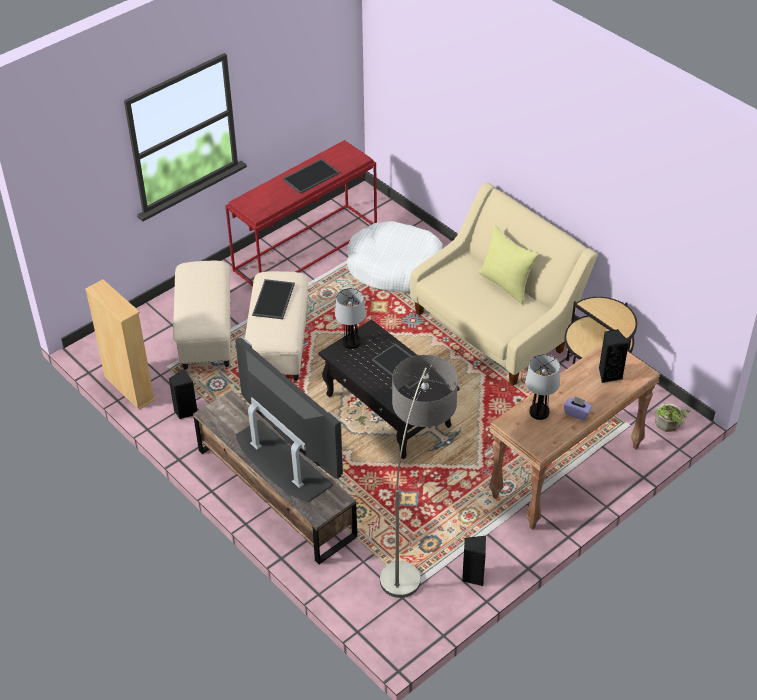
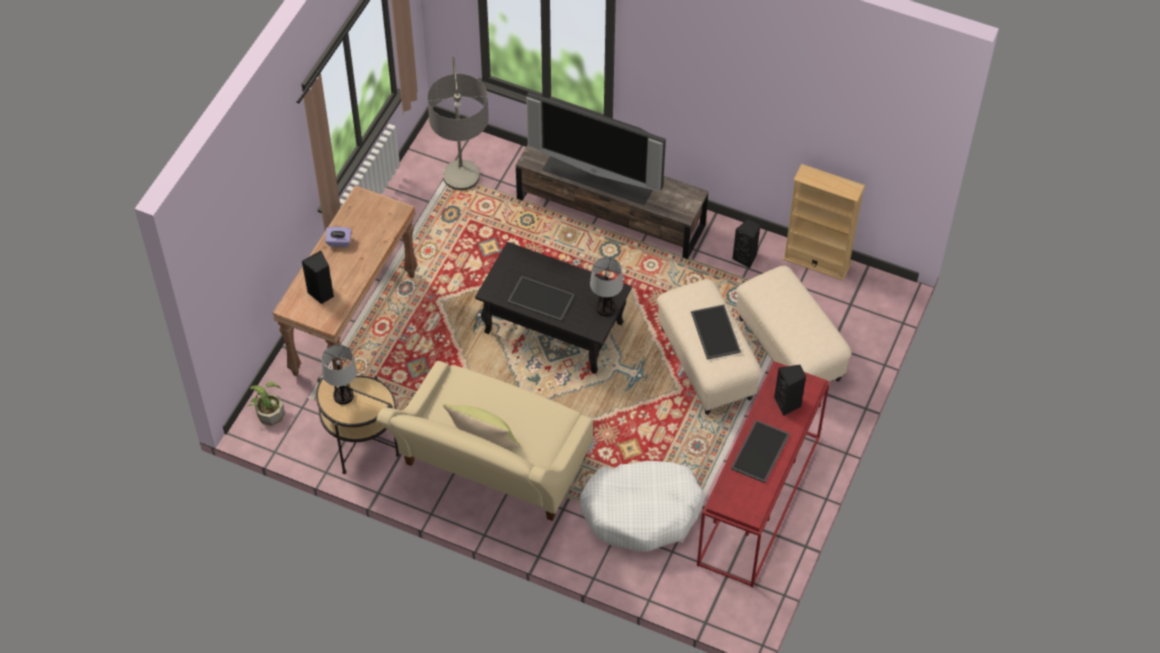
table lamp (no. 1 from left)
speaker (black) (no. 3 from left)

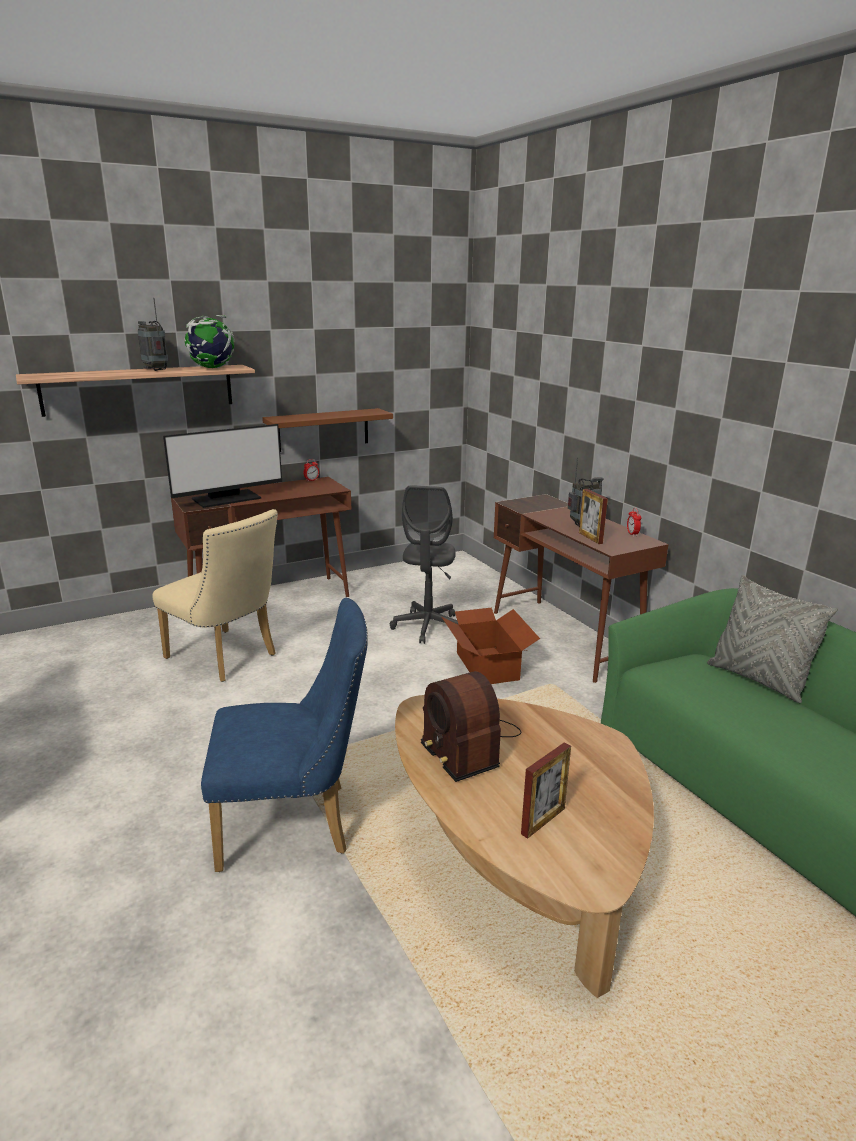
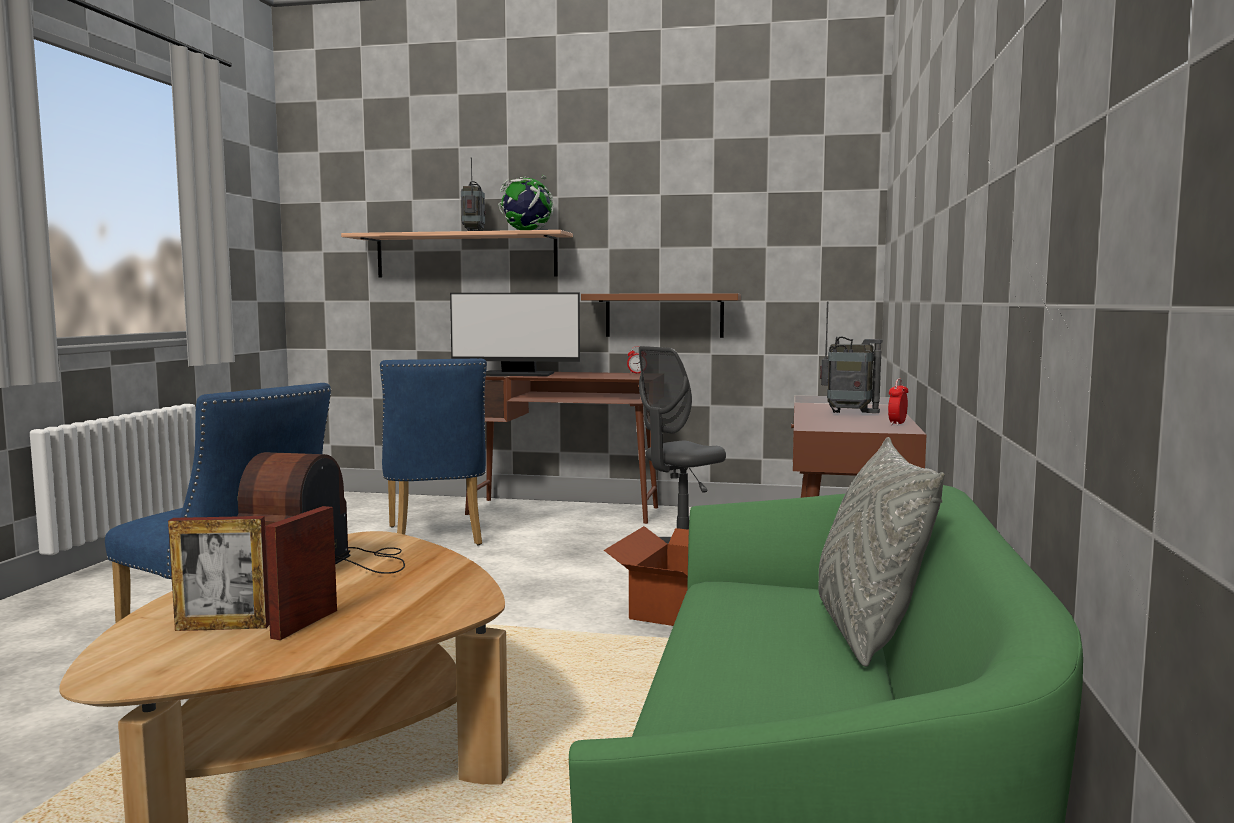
picture frame (no. 2 from left)
chair (blue) (no. 2 from left)

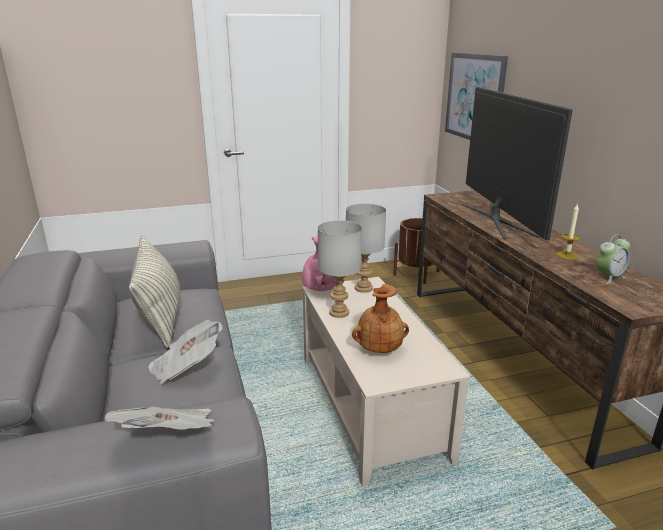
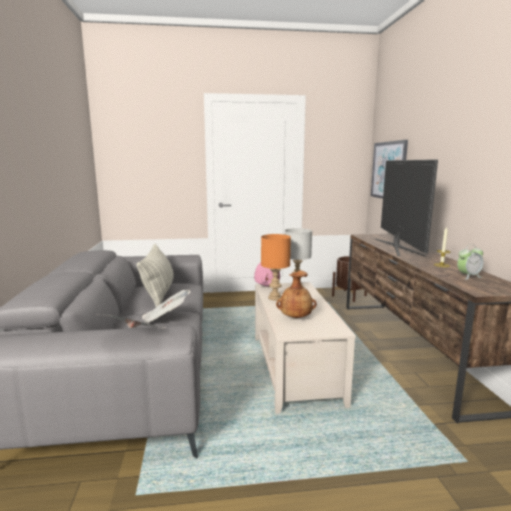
table lamp (orange)

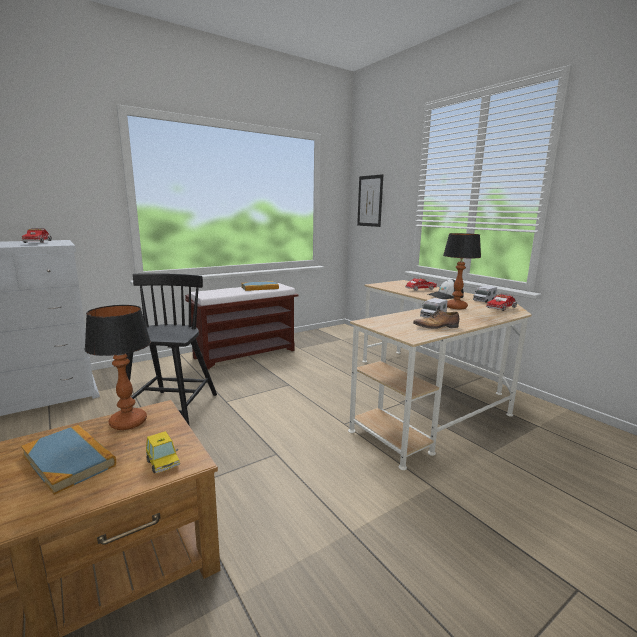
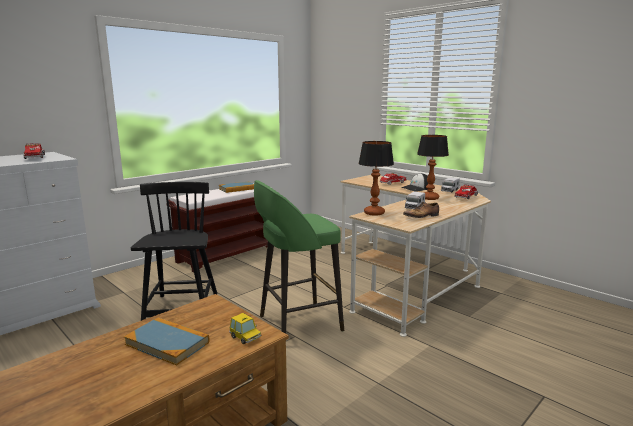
picture
table lamp (no. 1 from left)
stool (green)

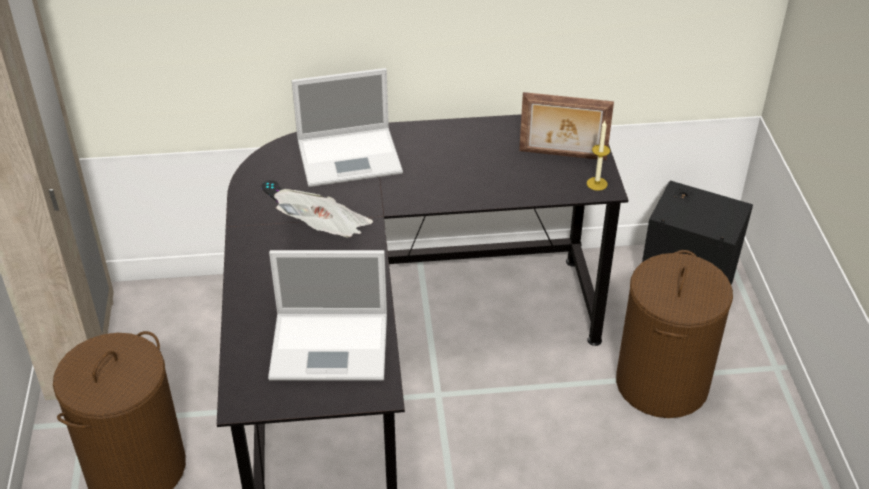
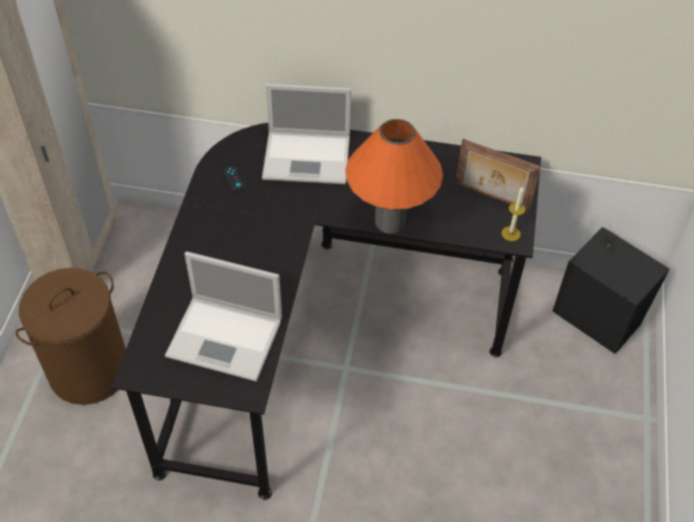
newspaper
laundry basket (brown) (no. 2 from left in the first image)
table lamp (orange)

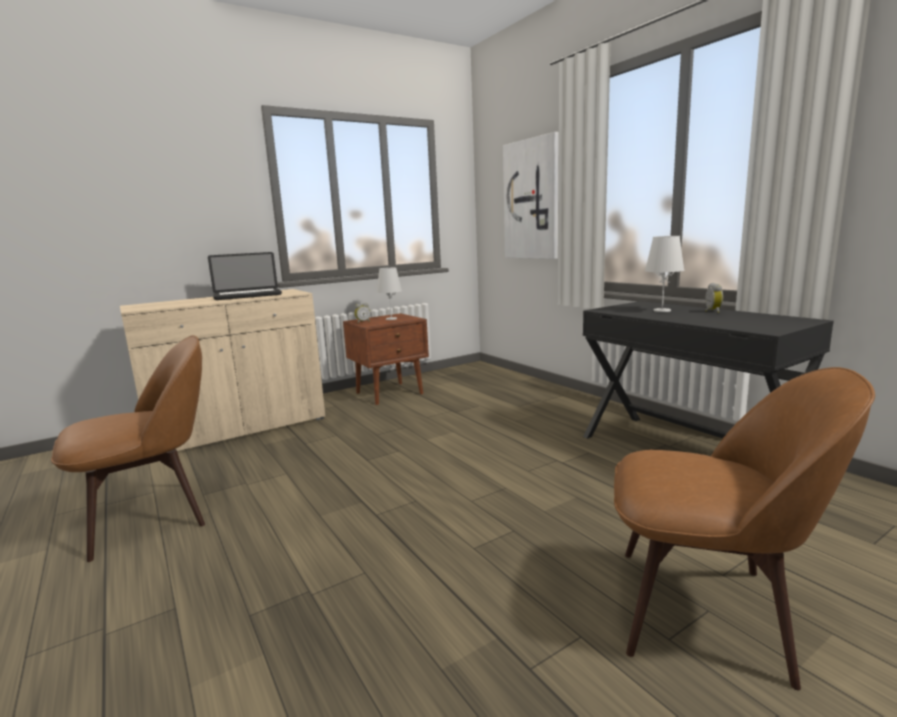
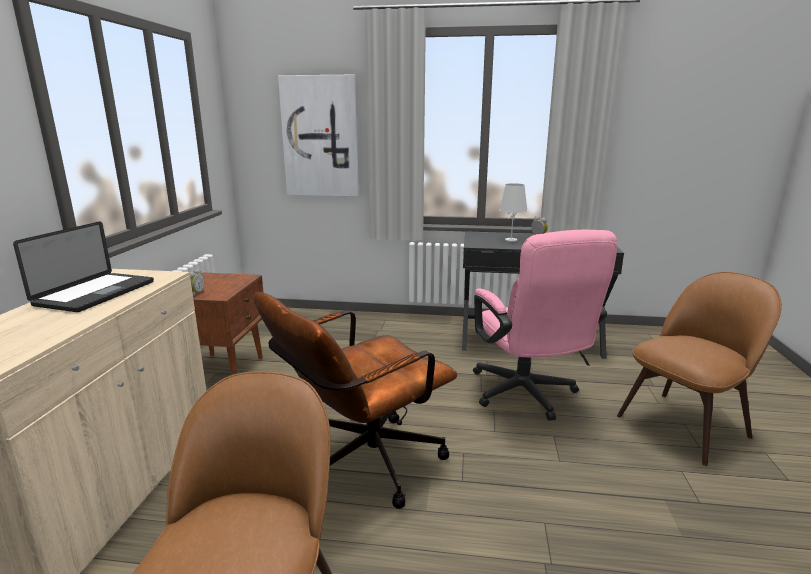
table lamp (white) (no. 1 from left in the first image)
office chair (pink)
office chair (brown)

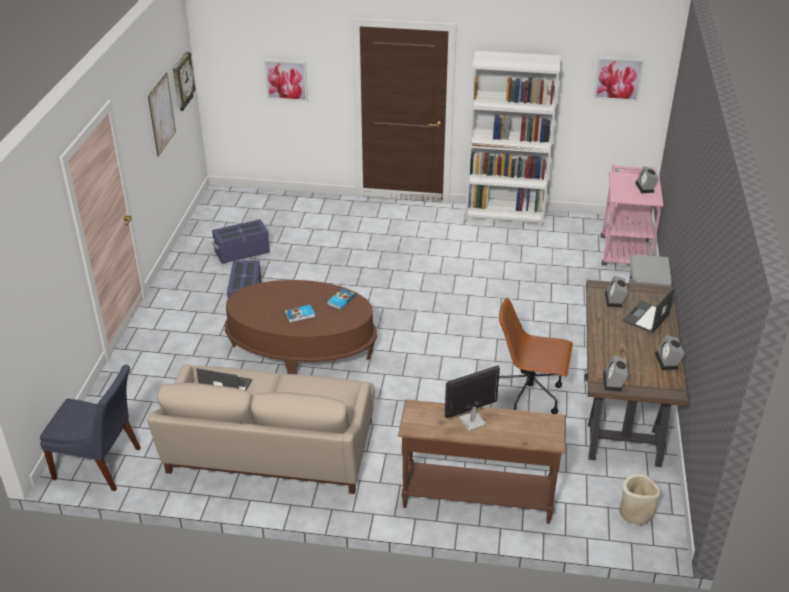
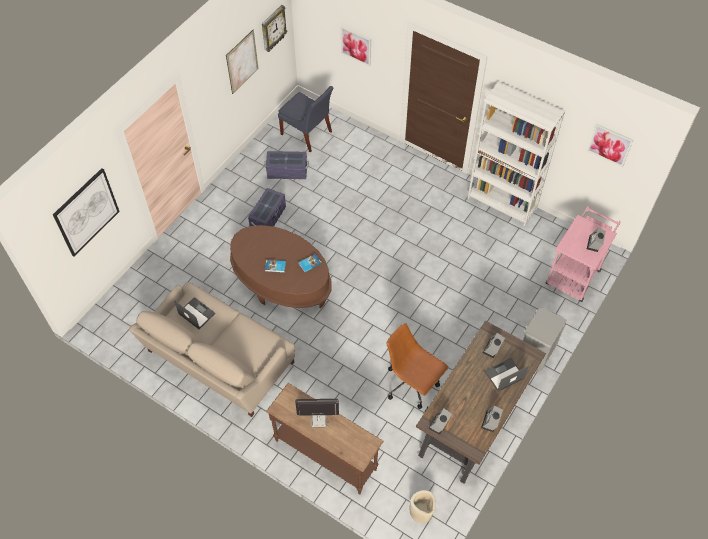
chair (blue)
picture (no. 1 from left)

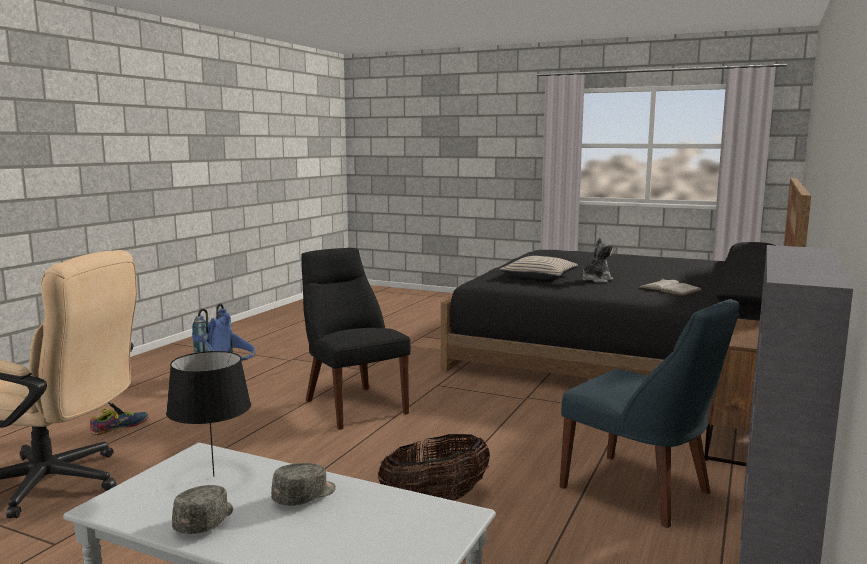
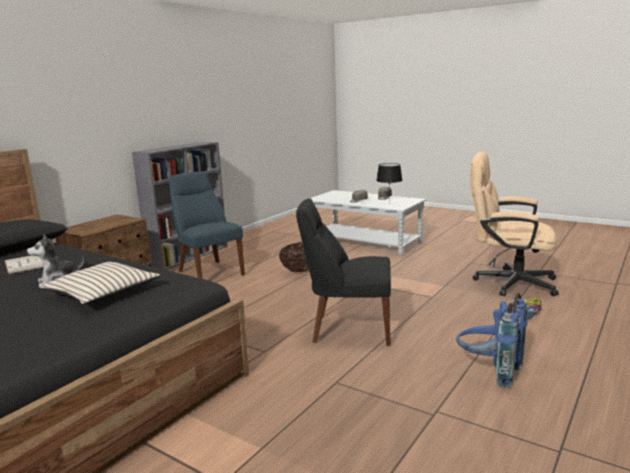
chair (black)

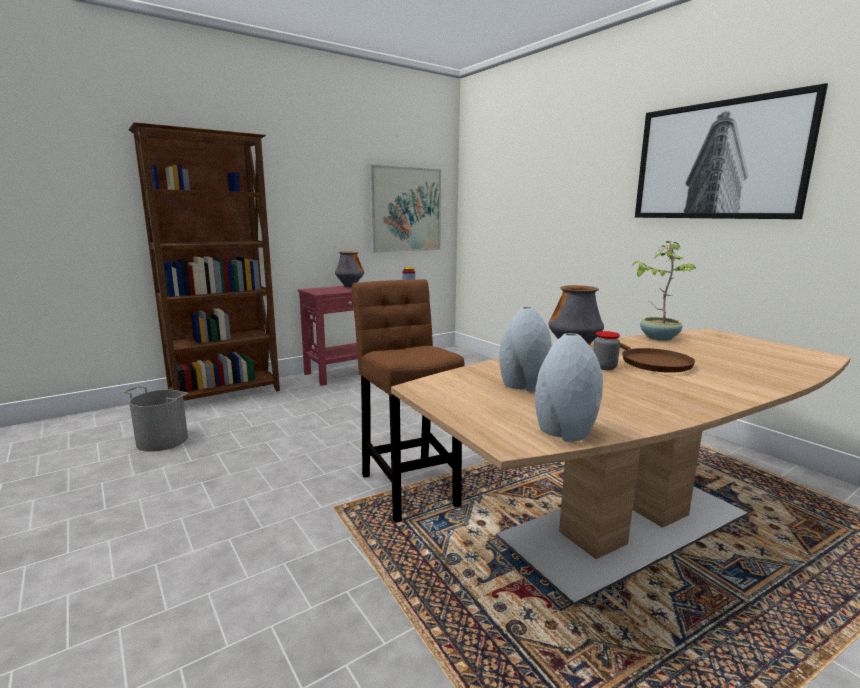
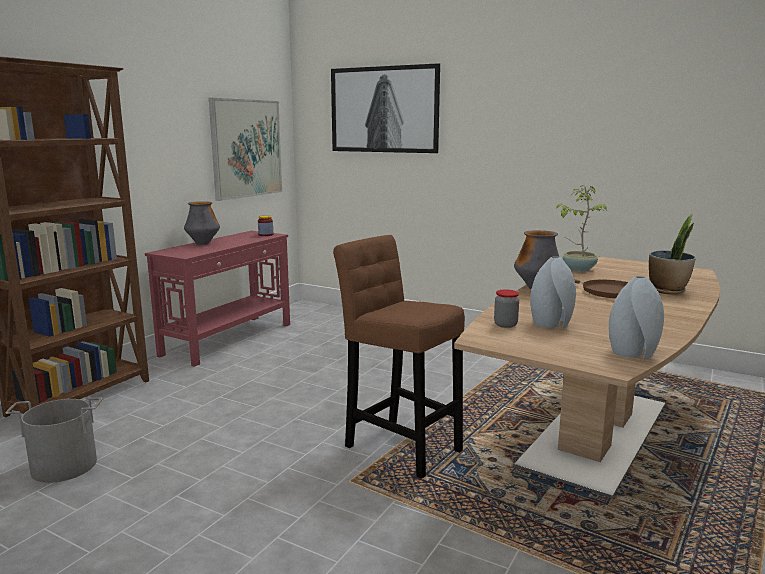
picture (no. 2 from left)
jar (no. 2 from left)
potted plant (no. 2 from left)

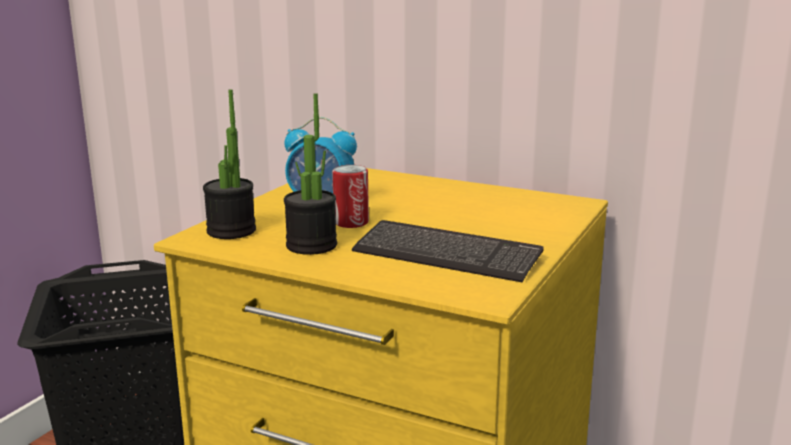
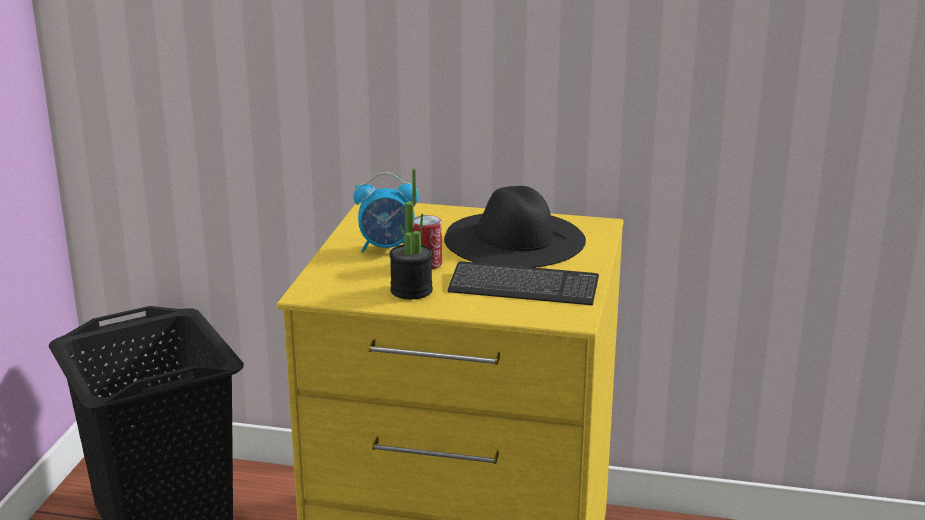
potted plant (no. 1 from left in the first image)
hat (black)

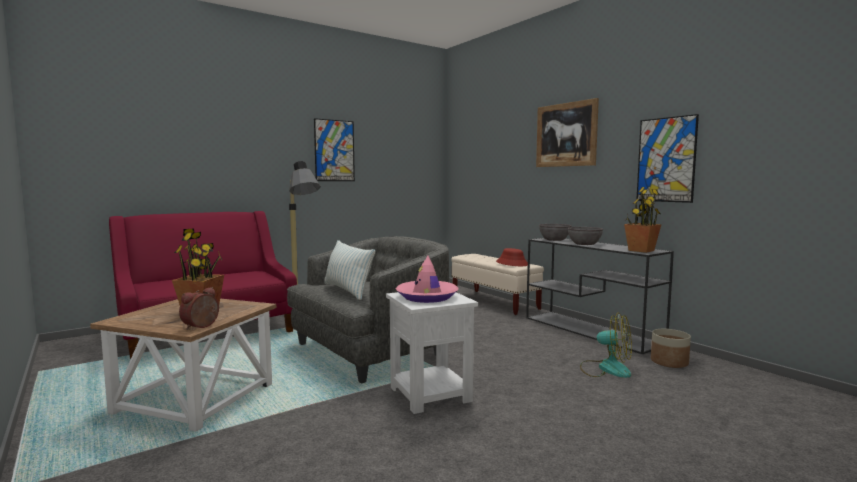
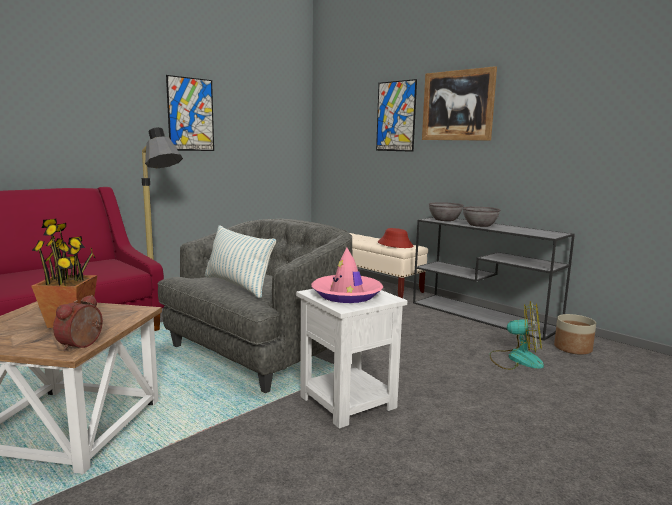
picture (no. 2 from left)
potted plant (no. 2 from left in the first image)

